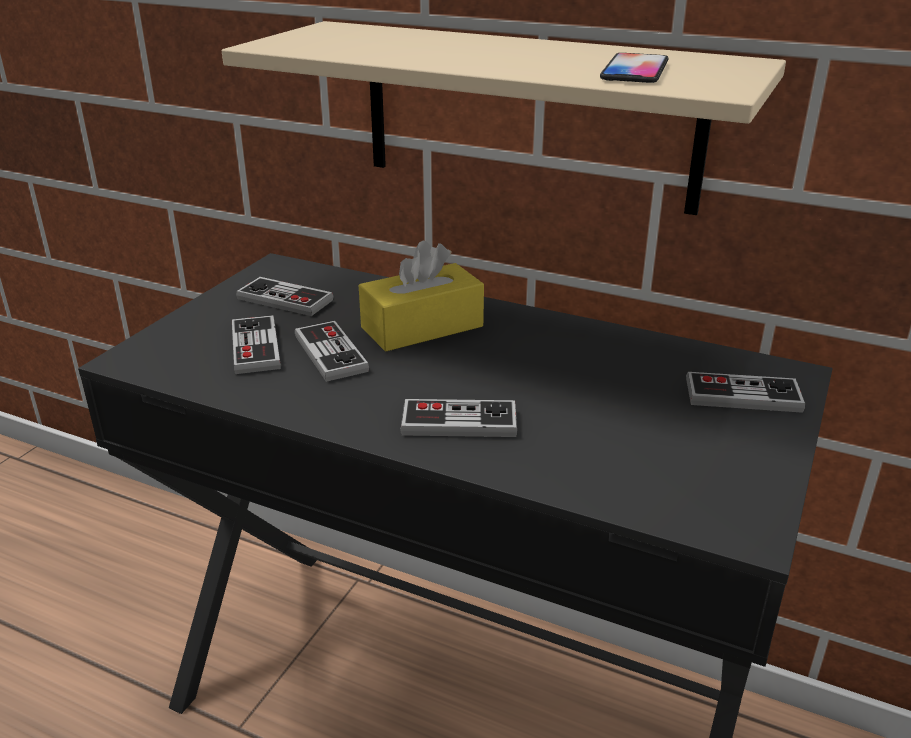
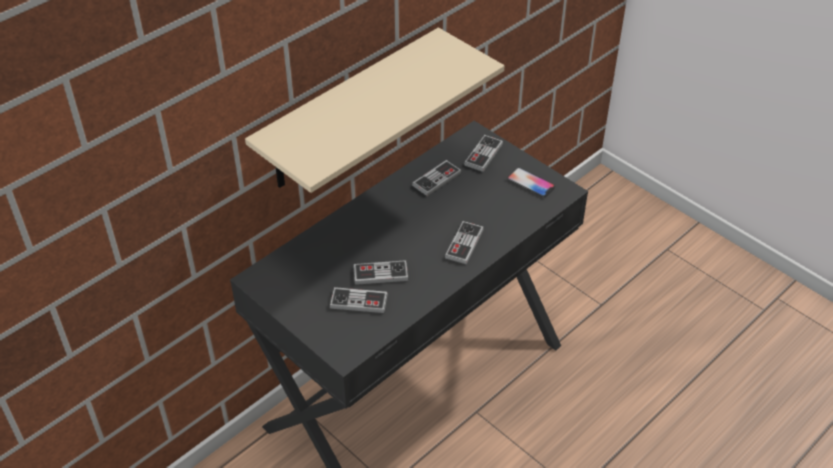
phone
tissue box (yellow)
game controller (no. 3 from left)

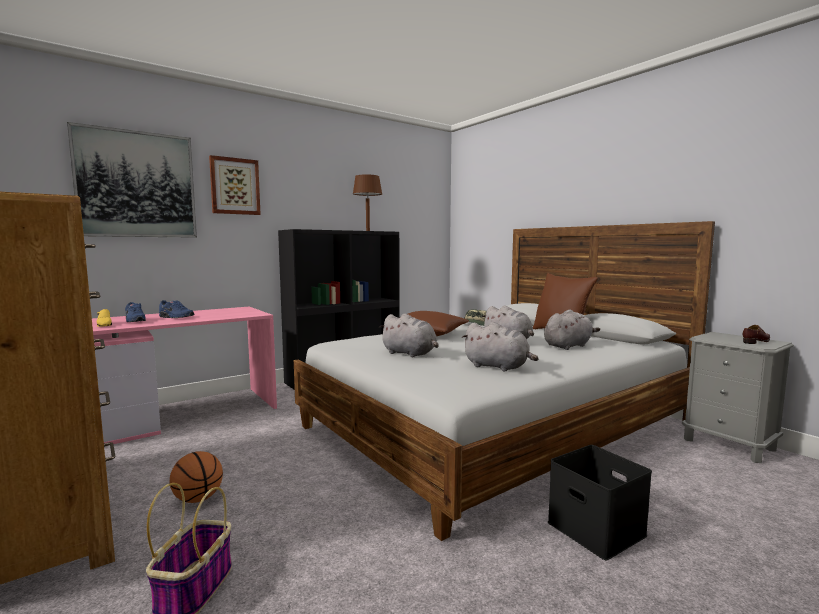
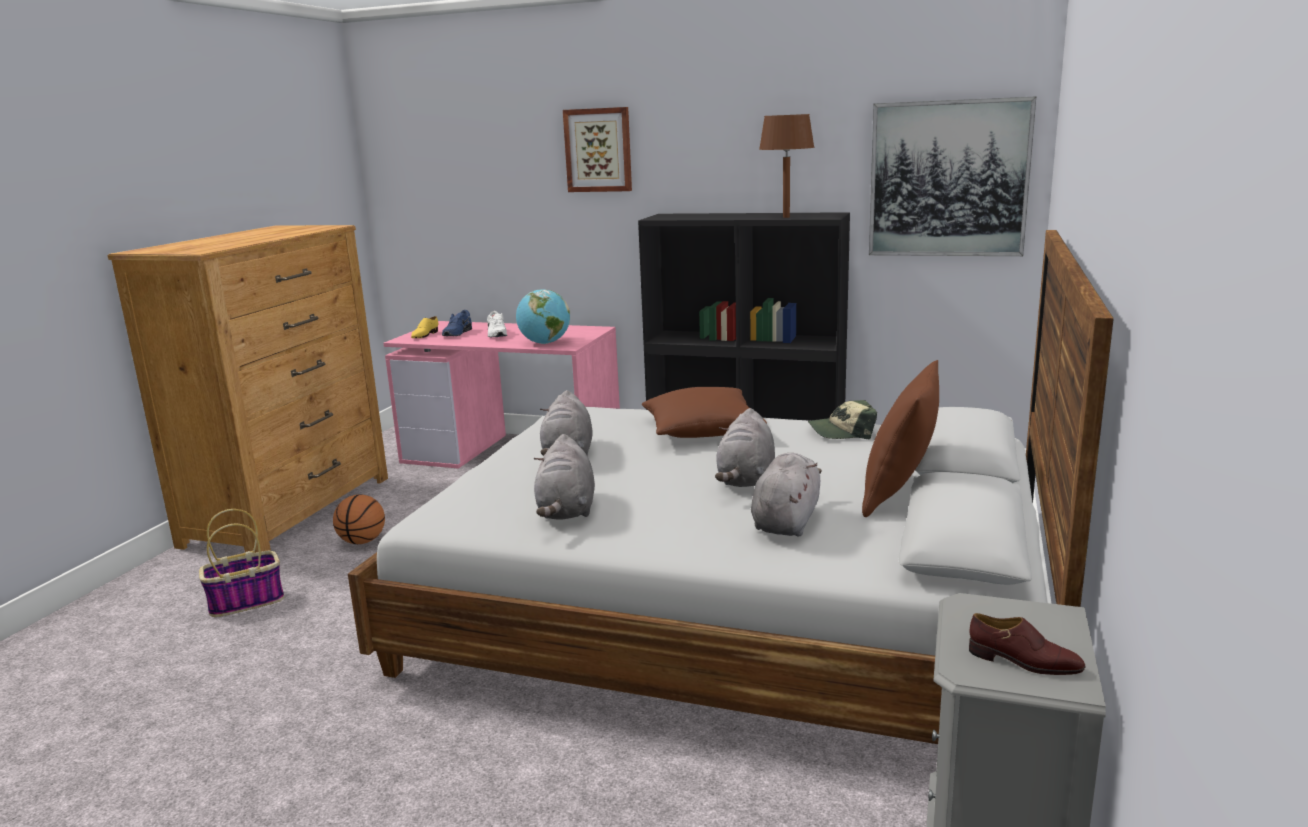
picture (no. 2 from left)
shoe (white)
plush toy (grey) (no. 4 from left)
storage box (black)
globe

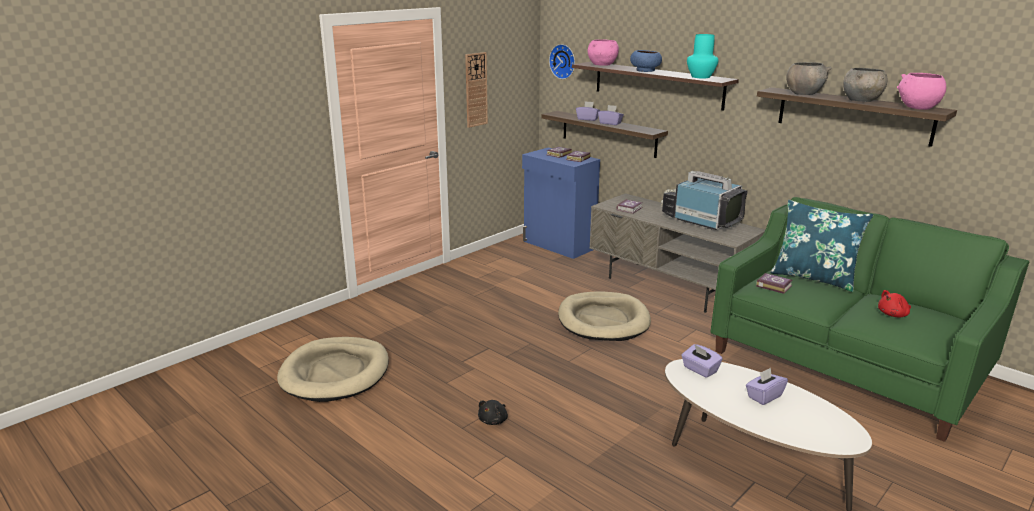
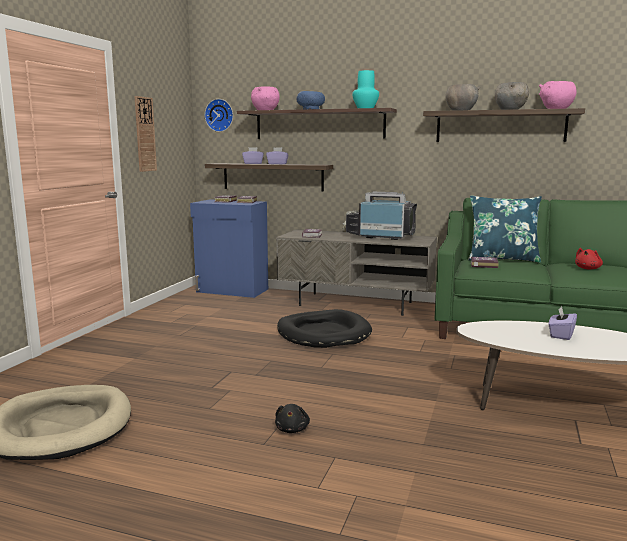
dog bed (black)
tissue box (purple) (no. 3 from left in the first image)

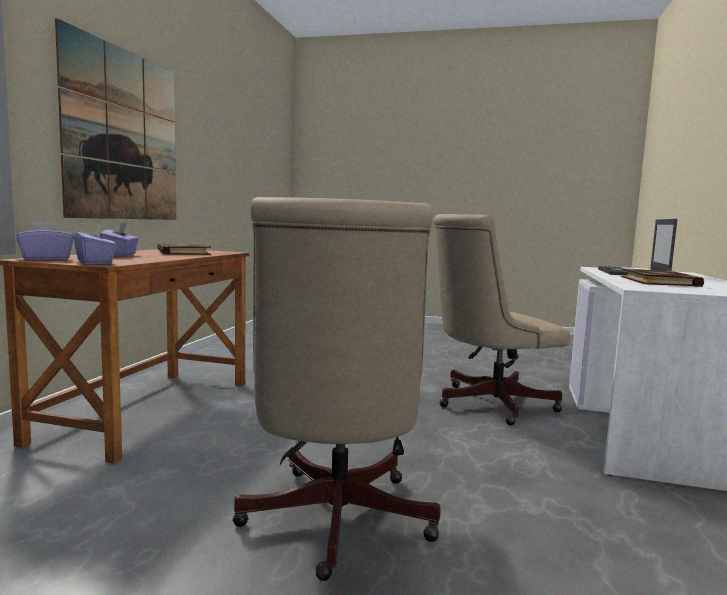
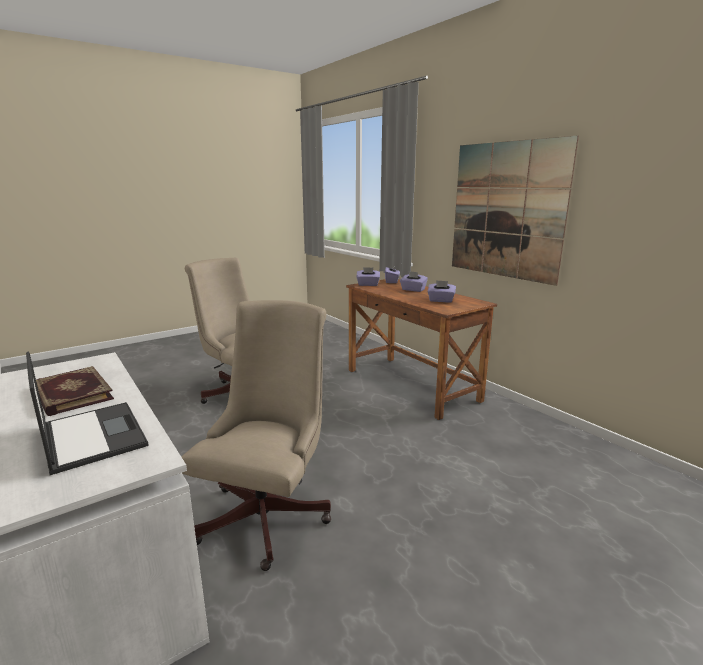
tissue box (purple) (no. 4 from left)

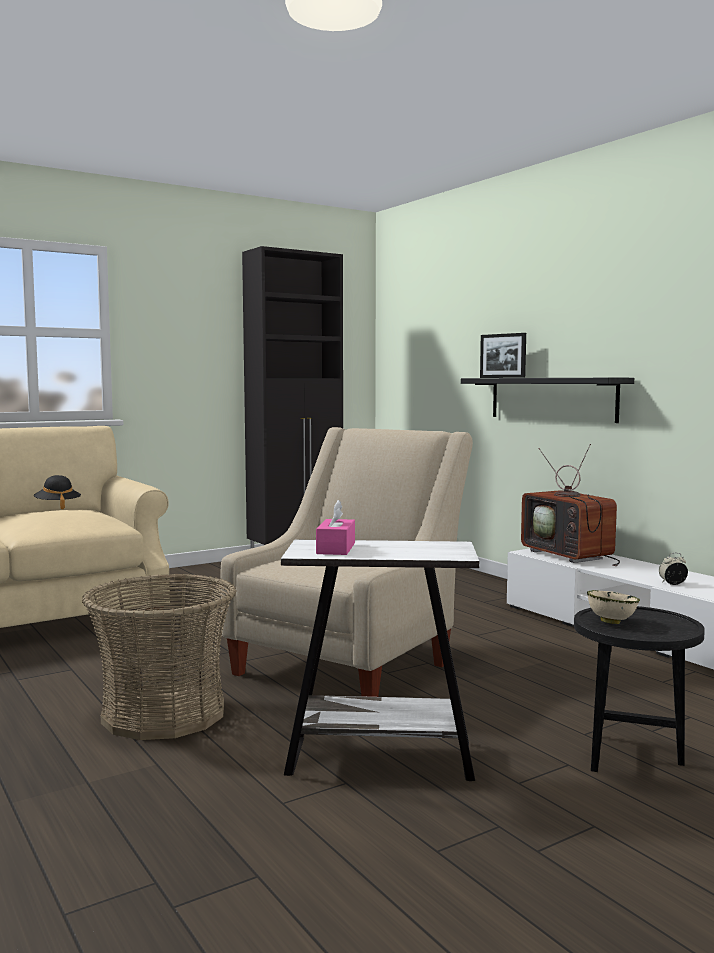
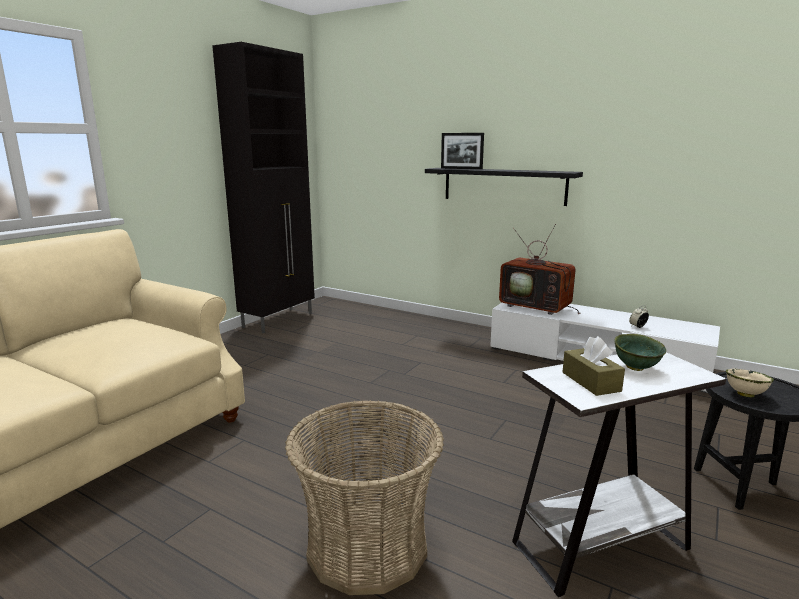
armchair (beige)
hat (black)
tissue box (brown)
bowl (green)

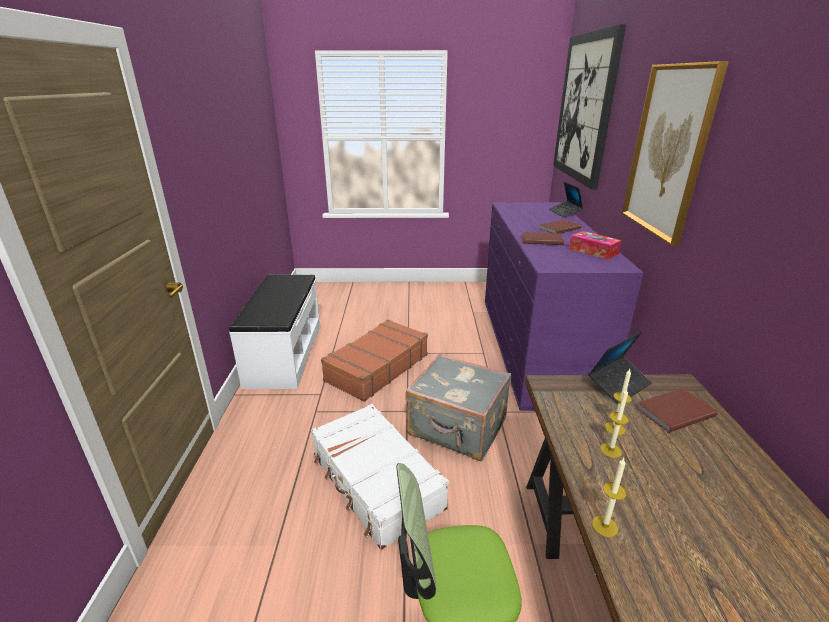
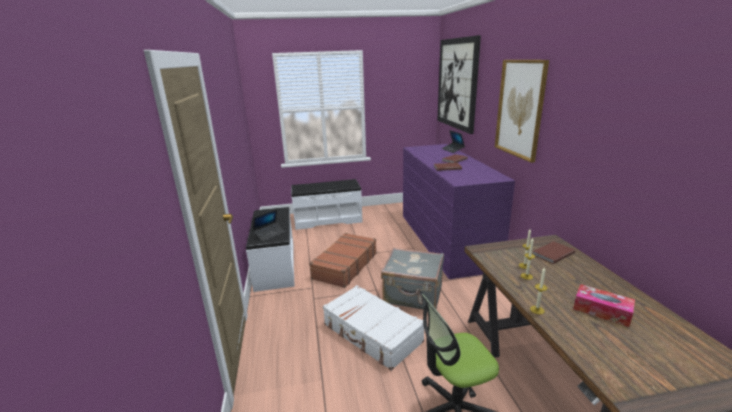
tissue box
laptop (no. 1 from left)
bench (white) (no. 2 from left)

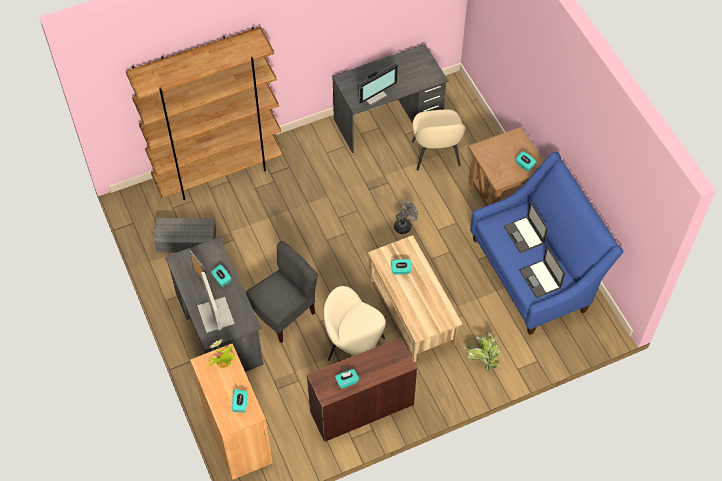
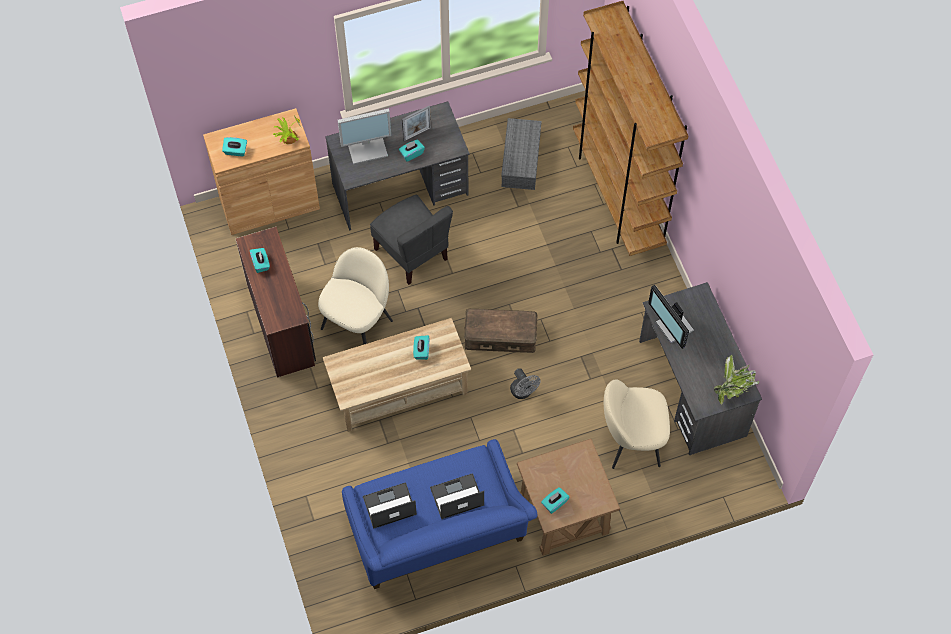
potted plant (no. 2 from left)
storage box (brown)

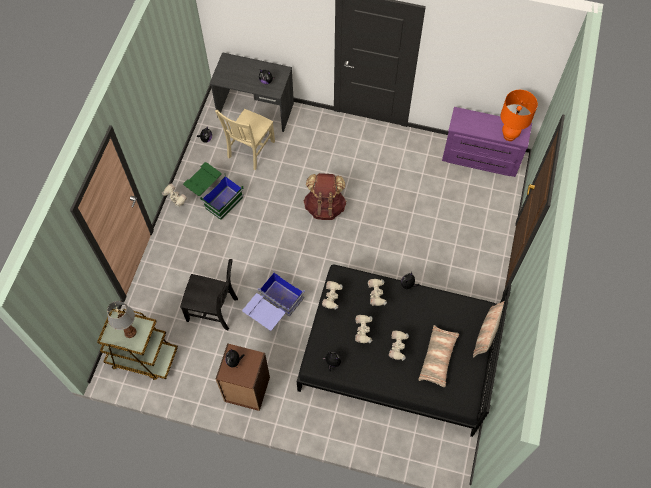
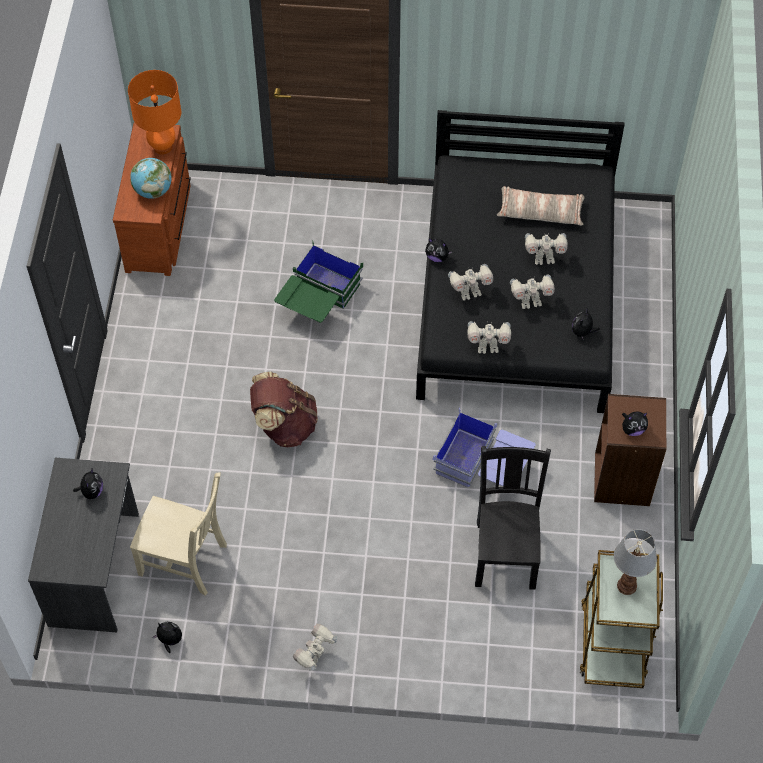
dresser (brown)
storage box (green)
pillow (no. 2 from left in the first image)
globe

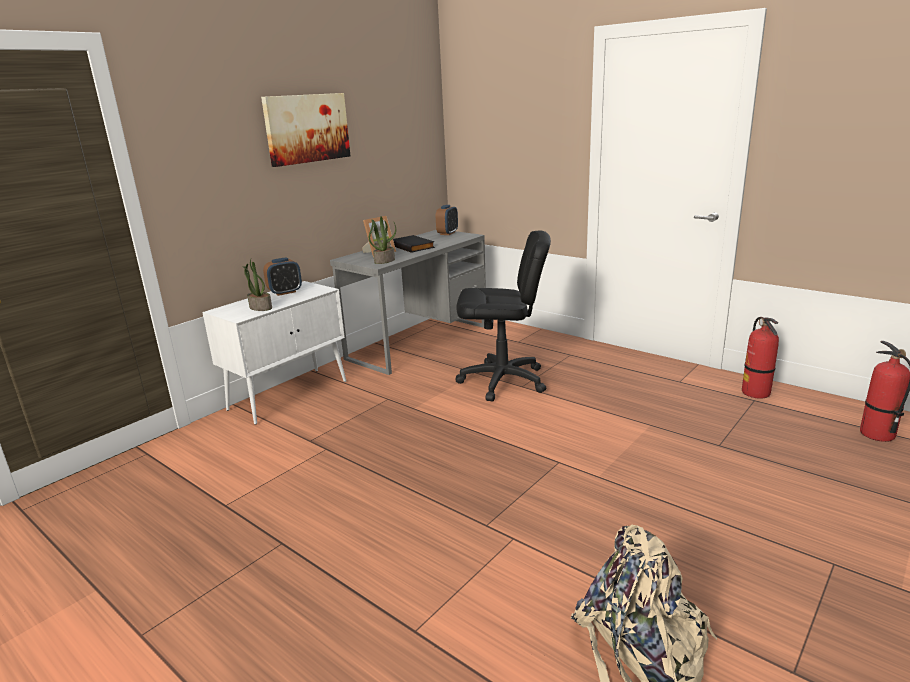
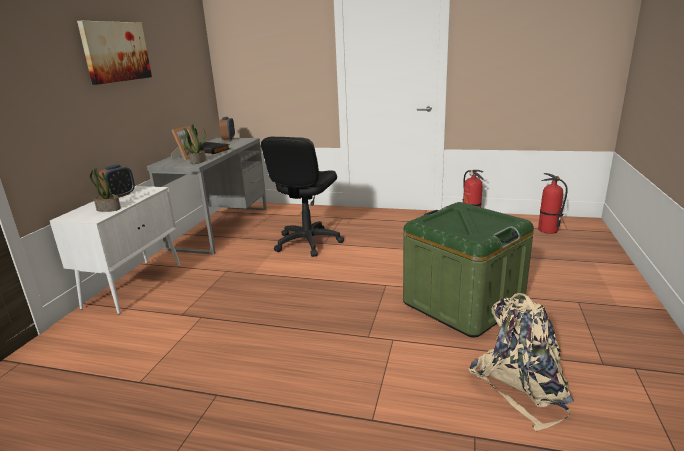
office chair (black)
storage box (green)

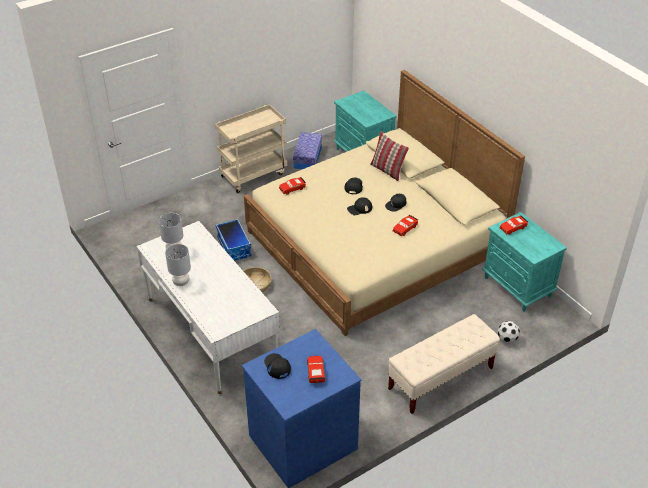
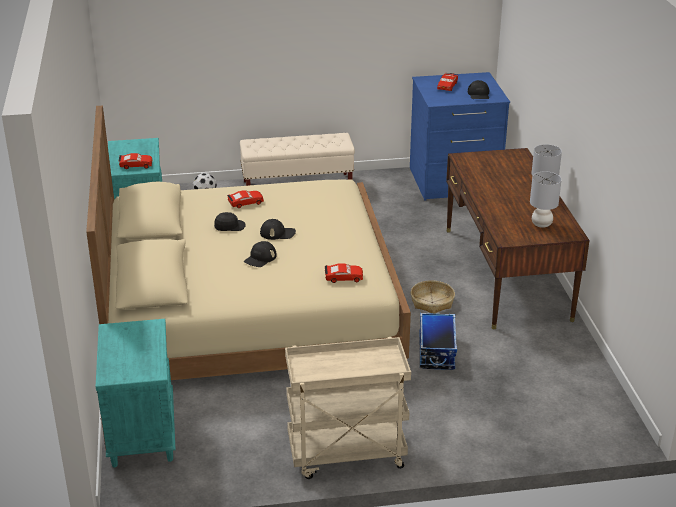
pillow
storage box (no. 2 from left in the first image)
desk (brown)

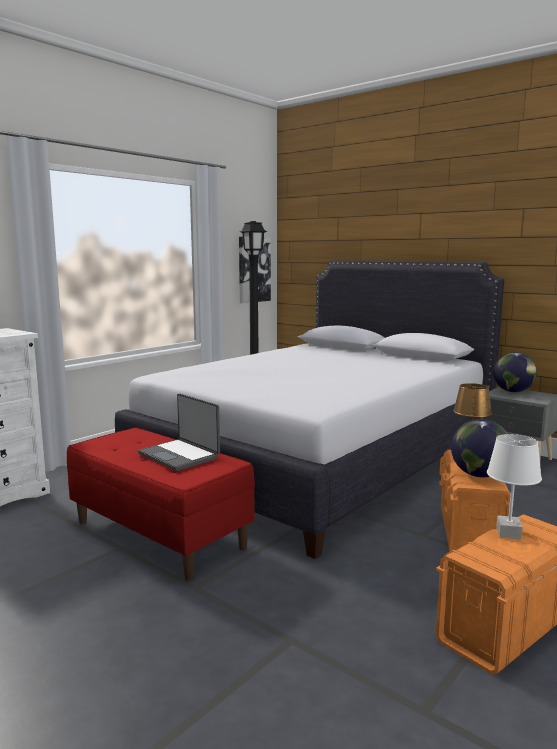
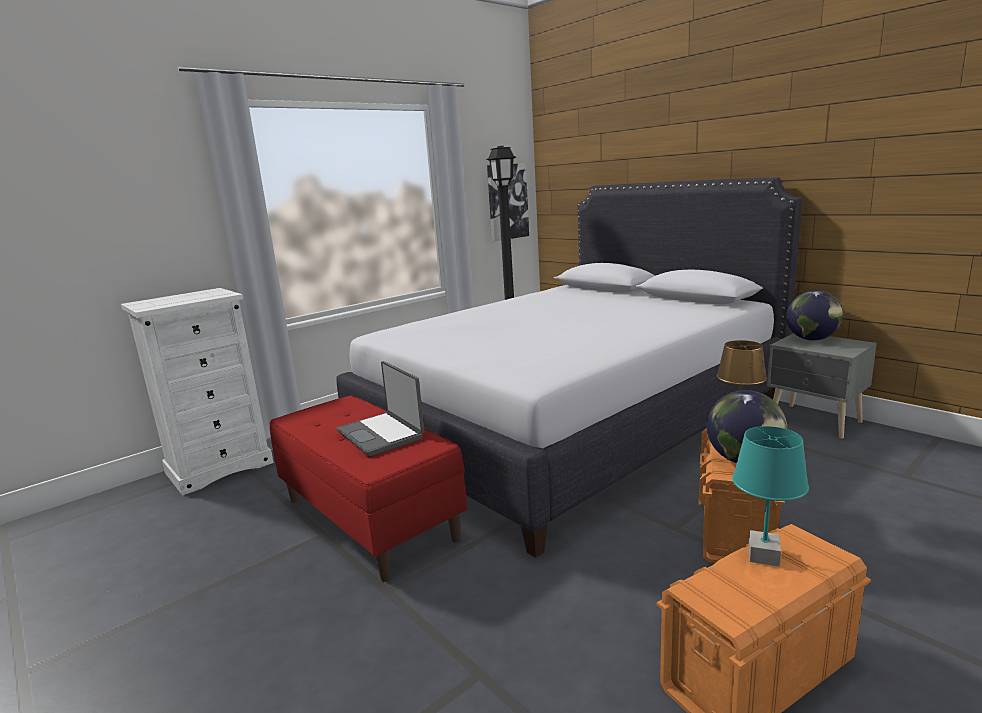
table lamp (turquoise)

